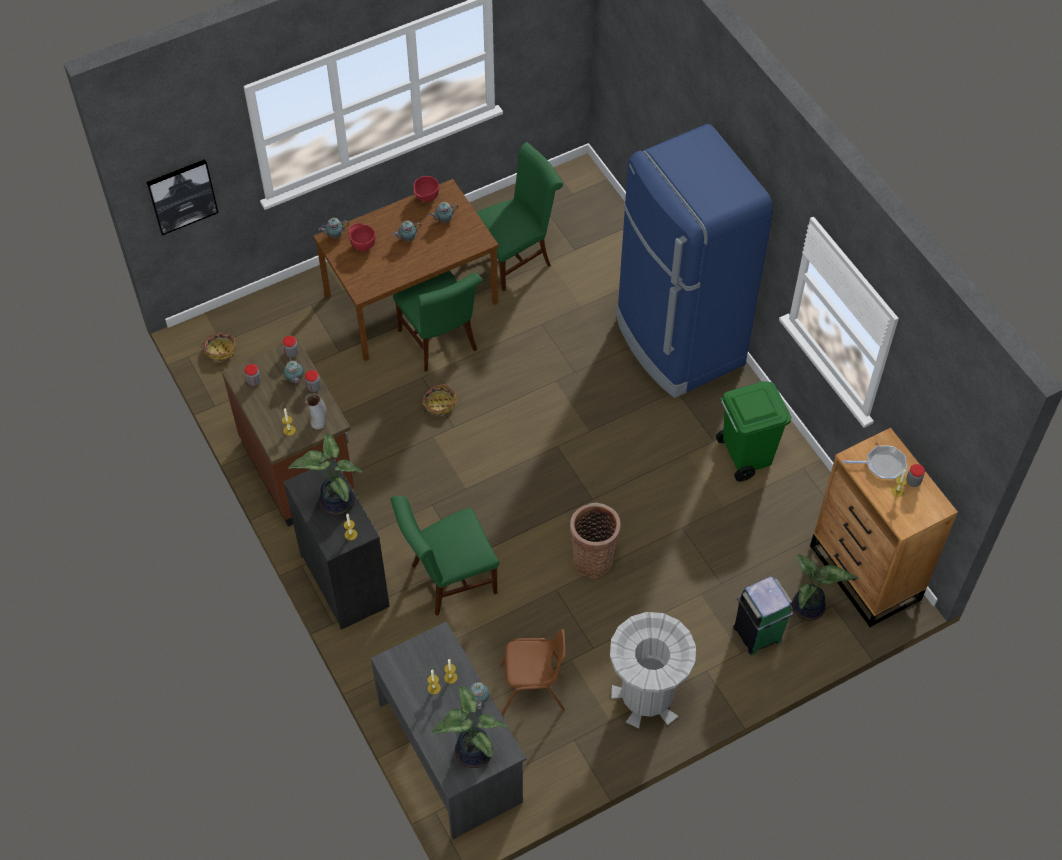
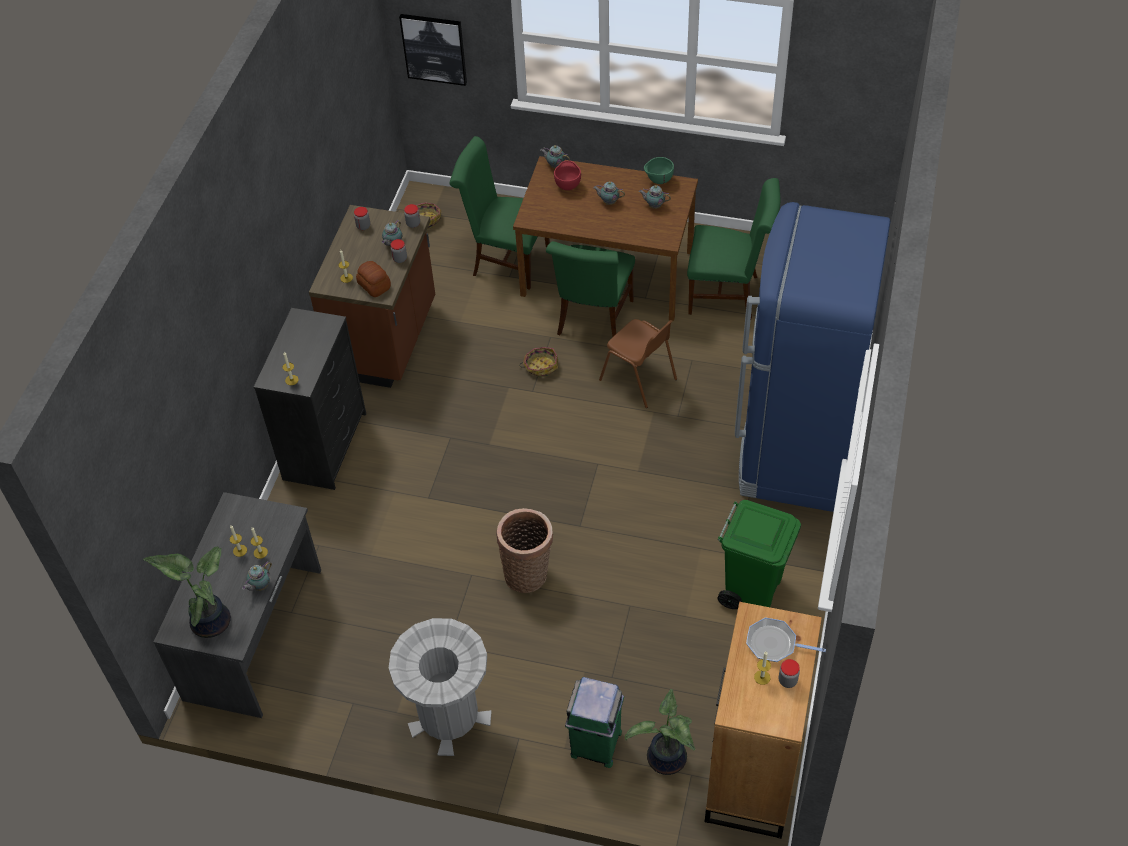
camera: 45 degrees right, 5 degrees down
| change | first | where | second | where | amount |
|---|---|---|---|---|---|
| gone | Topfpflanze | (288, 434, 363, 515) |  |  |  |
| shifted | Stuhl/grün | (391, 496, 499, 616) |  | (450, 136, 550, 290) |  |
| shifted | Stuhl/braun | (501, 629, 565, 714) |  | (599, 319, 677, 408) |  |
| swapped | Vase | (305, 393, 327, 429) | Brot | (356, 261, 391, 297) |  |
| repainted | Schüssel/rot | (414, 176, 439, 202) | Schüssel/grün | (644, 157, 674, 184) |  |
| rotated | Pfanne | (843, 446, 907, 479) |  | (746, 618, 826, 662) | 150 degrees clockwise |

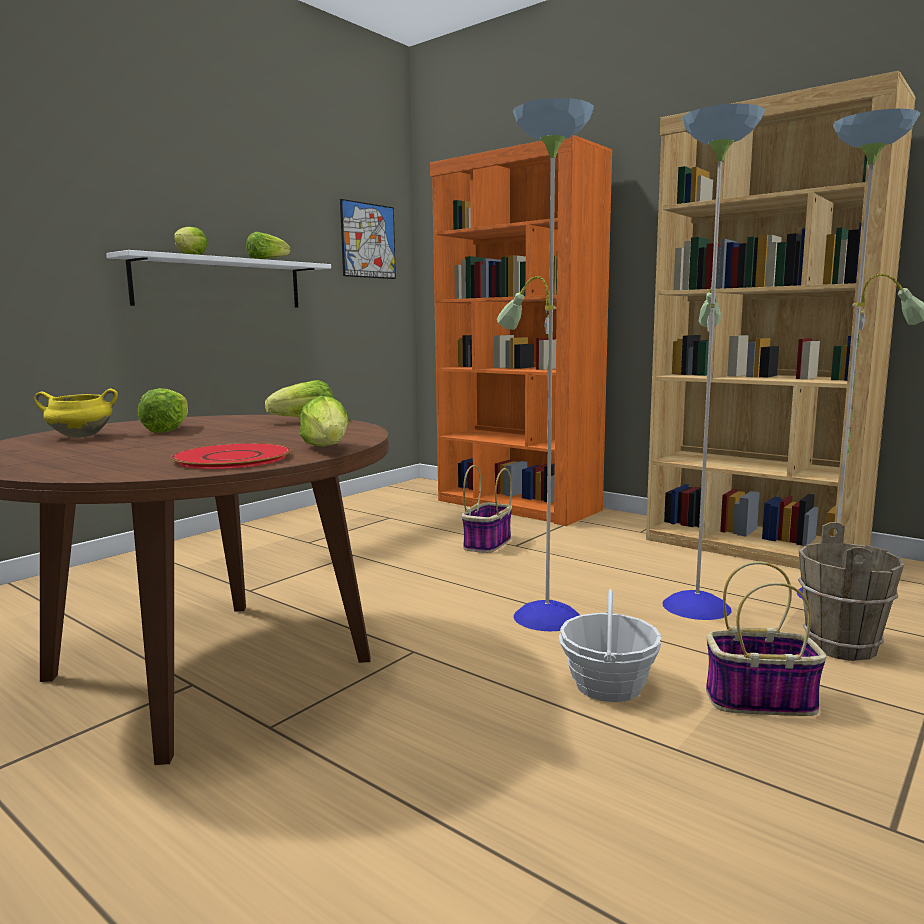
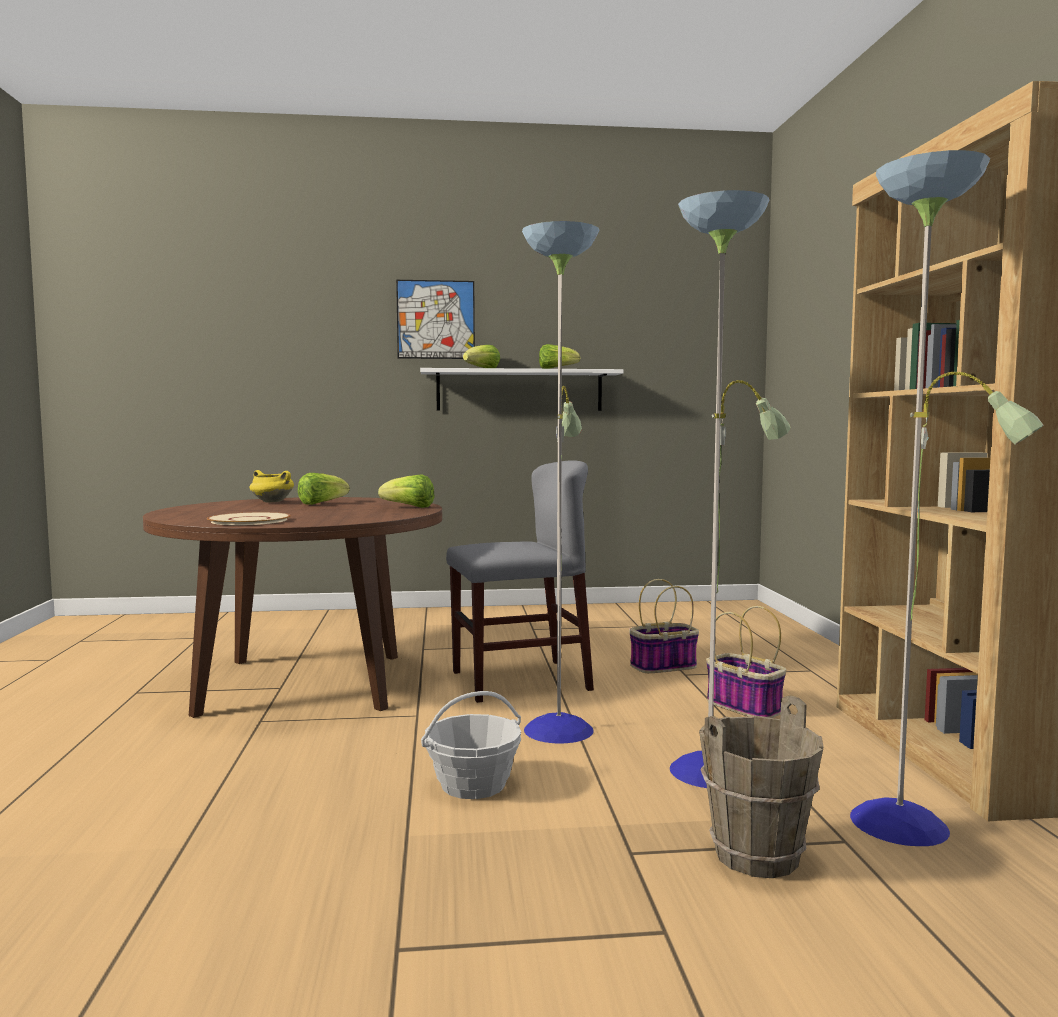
camera: 45 degrees right, 5 degrees down
| change | first | where | second | where | amount |
|---|---|---|---|---|---|
| gone | Salatkopf | (300, 396, 349, 447) |  |  |  |
| gone | Bücherregal/orange | (430, 135, 612, 526) |  |  |  |
| new |  |  | Stuhl/grau | (446, 460, 594, 703) |  |
| shifted | Bild | (340, 199, 396, 279) |  | (396, 280, 475, 359) |  |
| shifted | Korb | (706, 562, 827, 716) |  | (706, 606, 786, 718) |  |
| repainted | Teller/rot | (171, 443, 291, 469) | Teller/beige | (207, 512, 291, 525) |  |

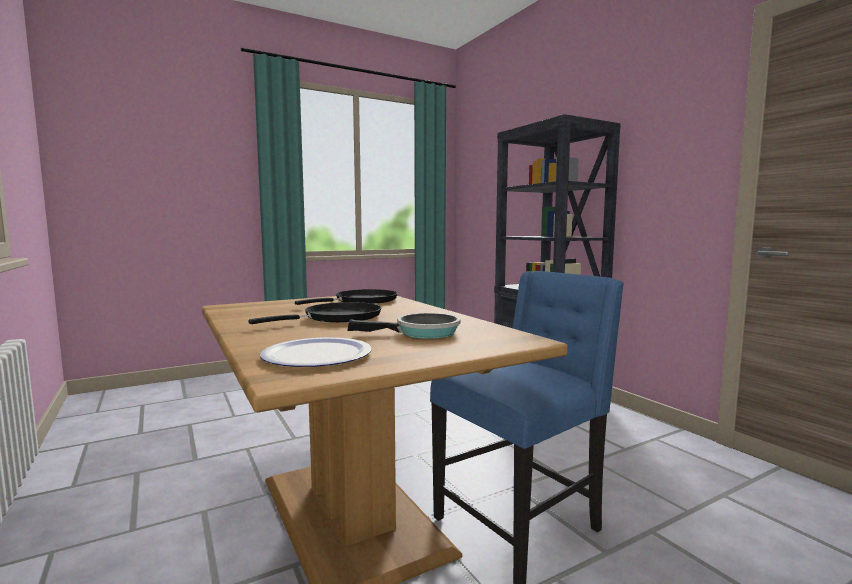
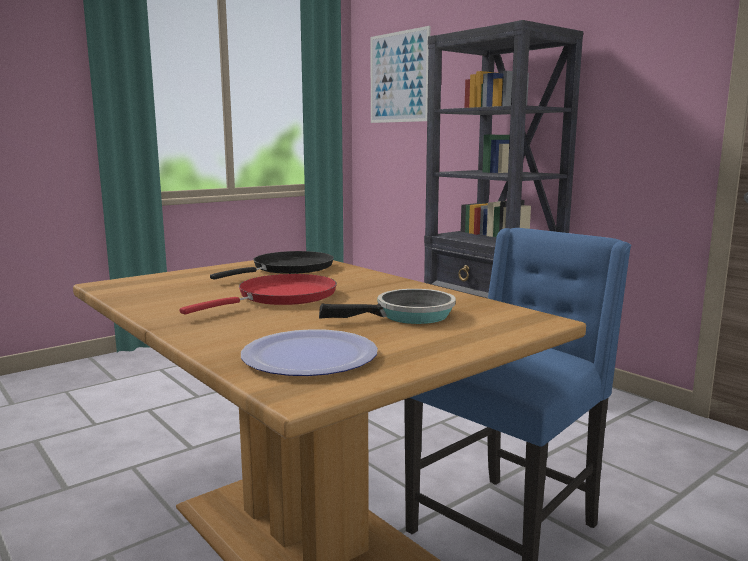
camera: 10 degrees left, 5 degrees up
| change | first | where | second | where | amount |
|---|---|---|---|---|---|
| new |  |  | Bild | (371, 26, 430, 123) |  |
| repainted | Pfanne/schwarz | (248, 302, 381, 324) | Pfanne/rot | (180, 274, 337, 314) |  |

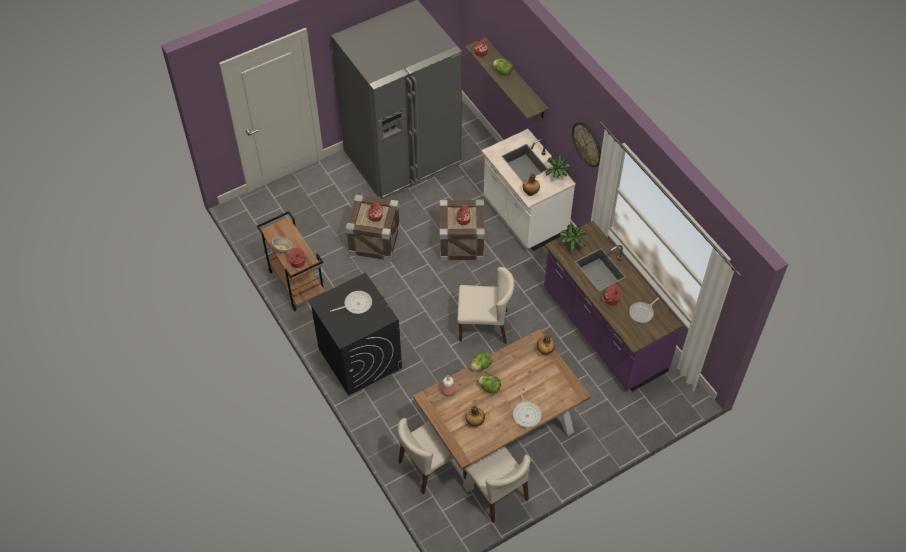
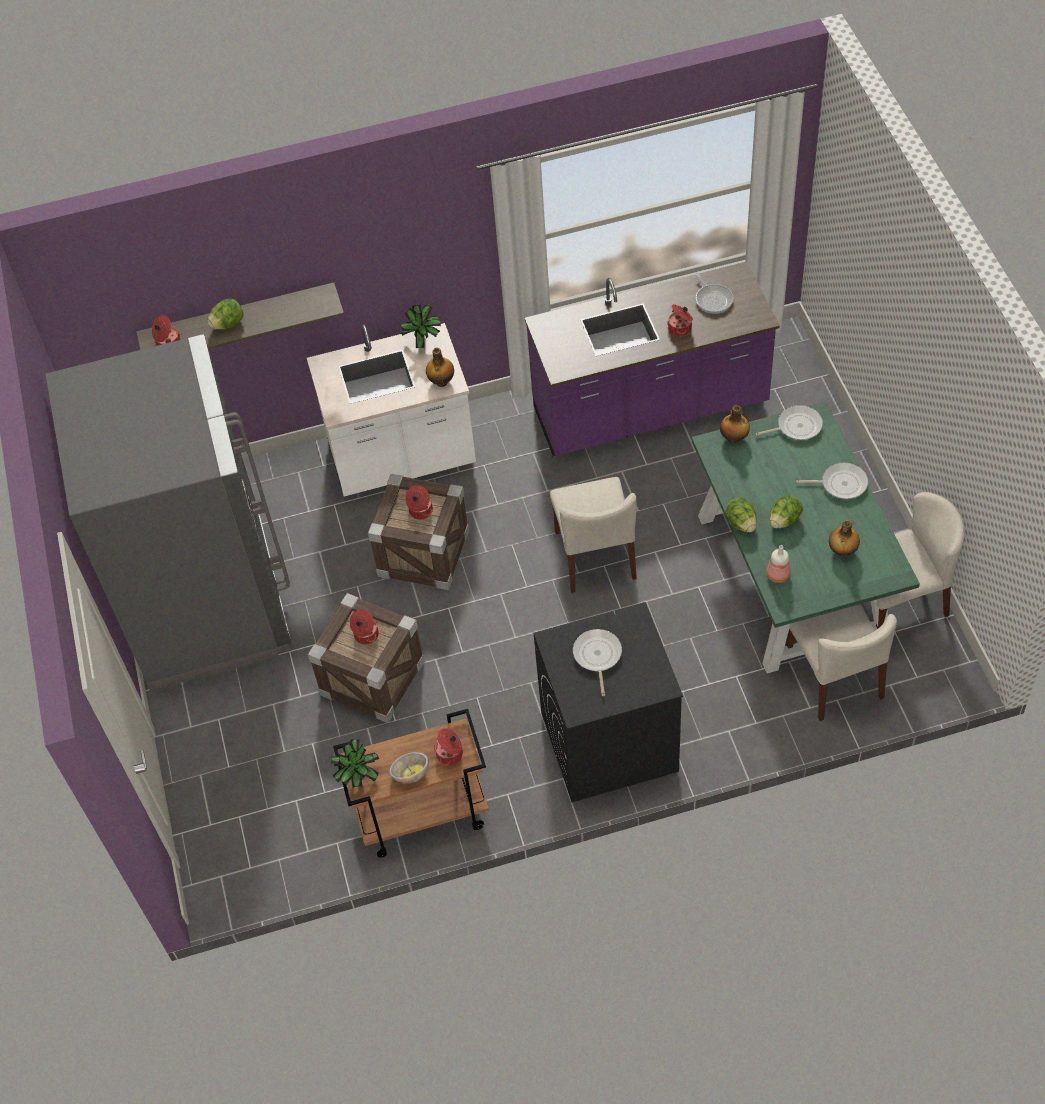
camera: 70 degrees left, 0 degrees up
| change | first | where | second | where | amount |
|---|---|---|---|---|---|
| gone | Wanduhr | (572, 122, 601, 167) |  |  |  |
| new |  |  | Pfanne | (755, 405, 823, 440) |  |
| shifted | Topfpflanze | (560, 224, 587, 251) |  | (330, 739, 379, 788) |  |
| repainted | Esstisch/braun | (413, 329, 591, 493) | Esstisch/grün | (691, 402, 920, 673) |  |
| rotated | Stuhl/beige | (457, 267, 514, 344) |  | (550, 477, 637, 593) | 150 degrees clockwise |

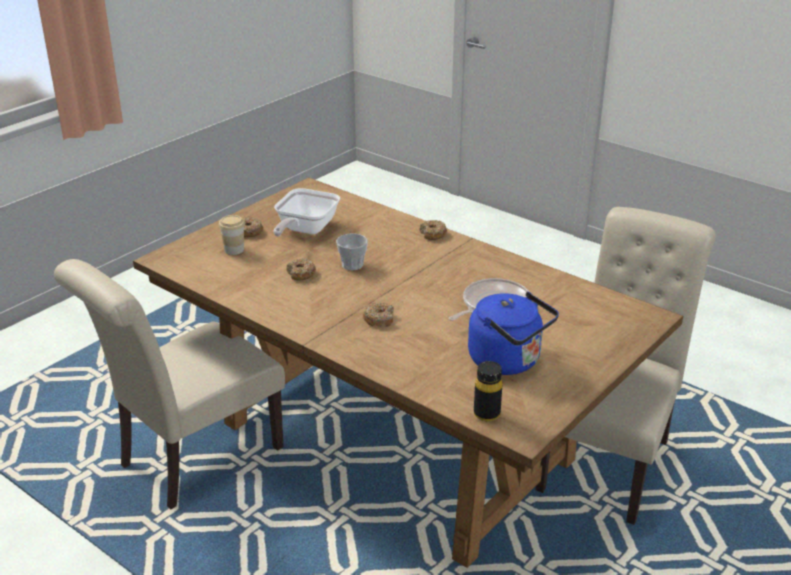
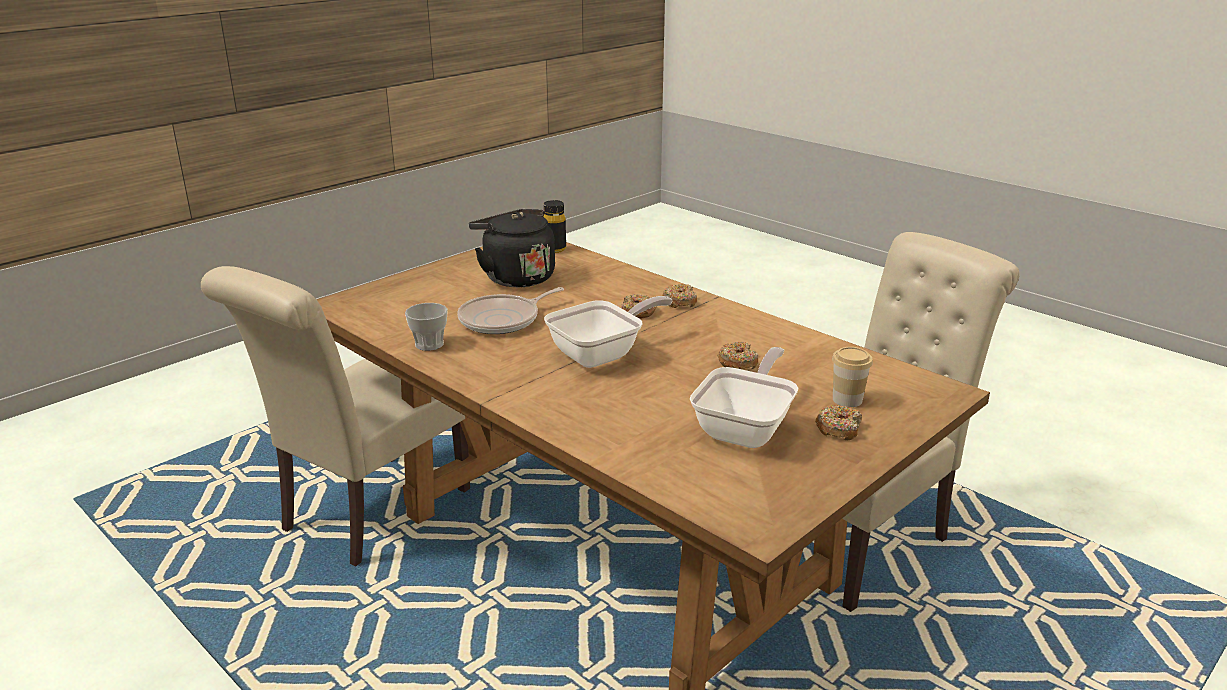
camera: 175 degrees left, 5 degrees down
| change | first | where | second | where | amount |
|---|---|---|---|---|---|
| new |  |  | Pfanne | (544, 296, 673, 368) |  |
| shifted | Tasse | (336, 233, 368, 271) |  | (405, 303, 448, 351) |  |
| shifted | Donut | (420, 220, 447, 240) |  | (662, 284, 697, 308) |  |
| repainted | Wasserkessel/blau | (468, 292, 559, 375) | Wasserkessel/schwarz | (469, 209, 555, 287) |  |

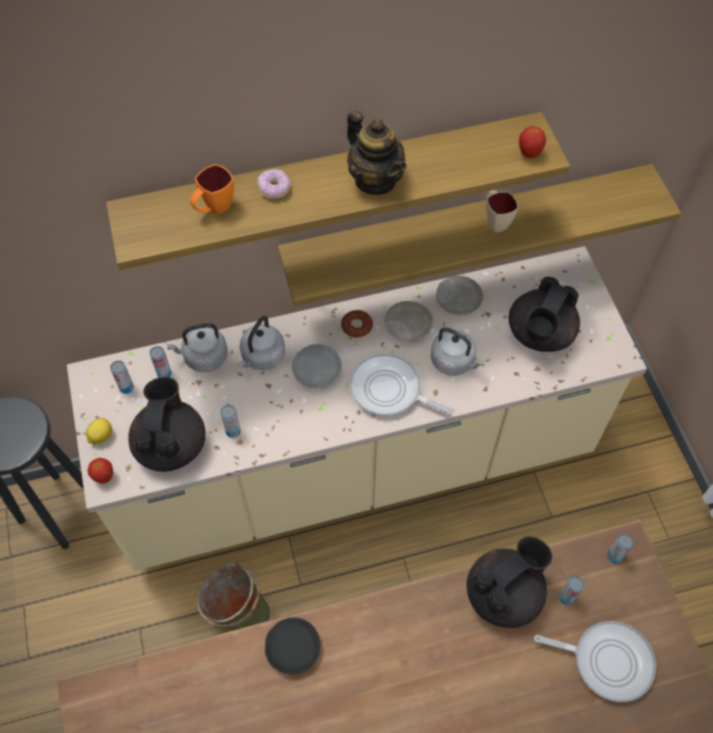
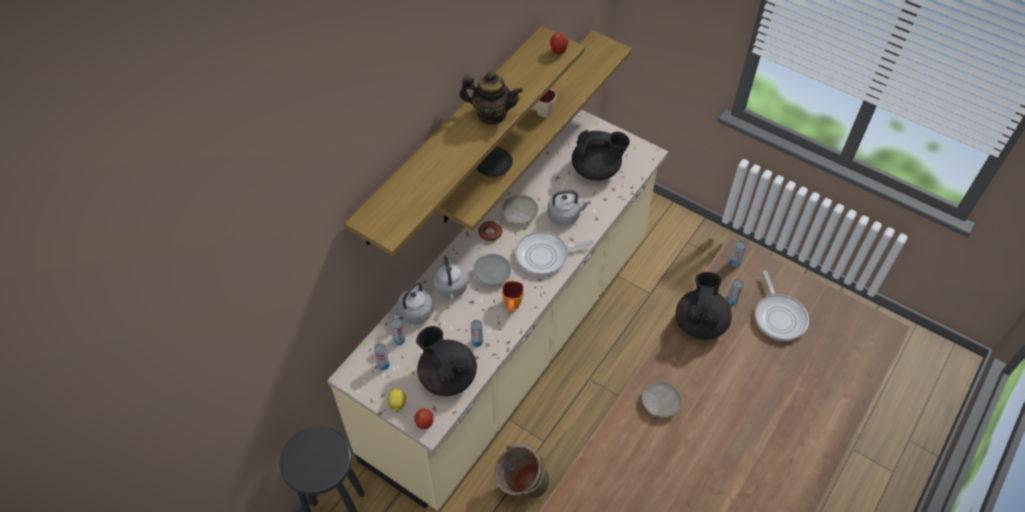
camera: 40 degrees left, 5 degrees down
| change | first | where | second | where | amount |
|---|---|---|---|---|---|
| gone | Donut | (257, 169, 290, 199) |  |  |  |
| shifted | Henkelbecher/orange | (190, 164, 234, 214) |  | (502, 281, 524, 313) |  |
| shifted | Teller/schwarz | (265, 618, 321, 675) |  | (476, 147, 513, 177) |  |
| shifted | Teller/beige | (436, 276, 483, 315) |  | (642, 381, 683, 418) |  |
| rotated | Teekanne/schwarz | (509, 277, 580, 352) |  | (572, 130, 630, 181) | 75 degrees counterclockwise |
| rotated | Pfanne | (534, 621, 656, 702) |  | (755, 270, 809, 341) | 105 degrees clockwise |

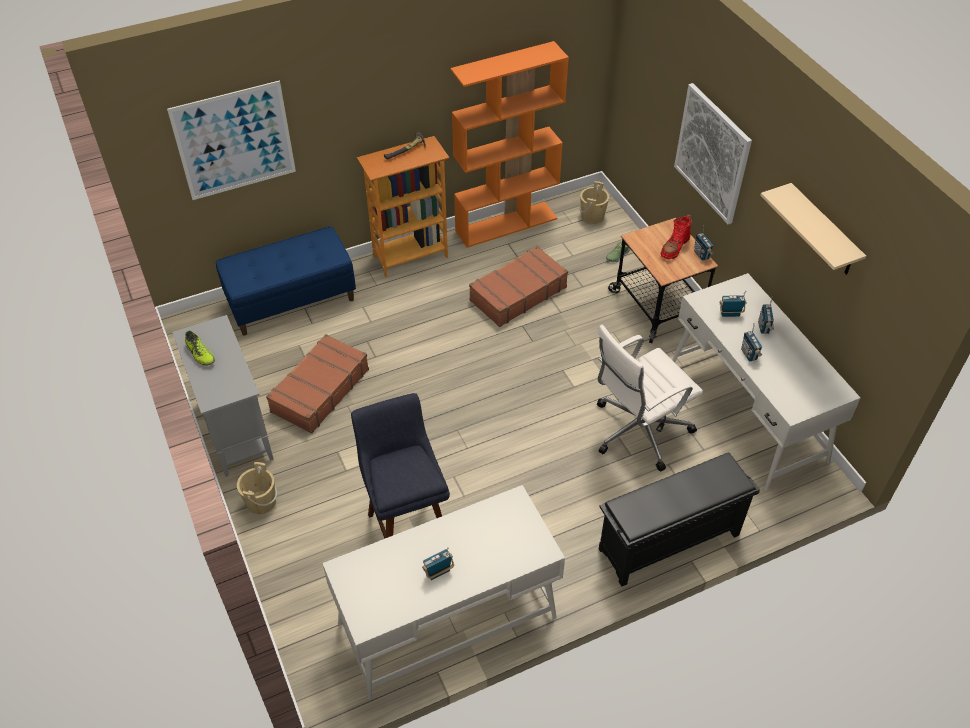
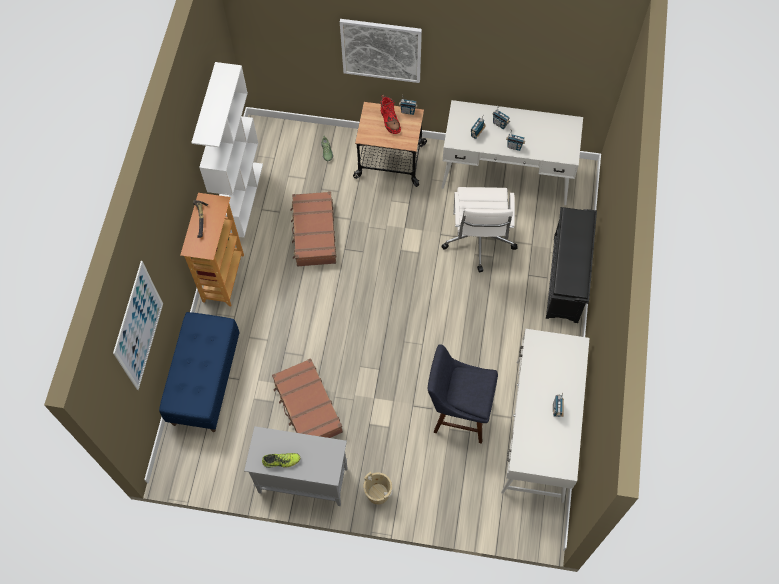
camera: 55 degrees left, 15 degrees up
| change | first | where | second | where | amount |
|---|---|---|---|---|---|
| gone | Eimer/beige | (579, 181, 609, 224) |  |  |  |
| gone | Wandregal/beige | (760, 183, 866, 275) |  |  |  |
| repainted | Bücherregal/orange | (451, 41, 569, 248) | Bücherregal/weiß | (191, 62, 263, 237) |  |

